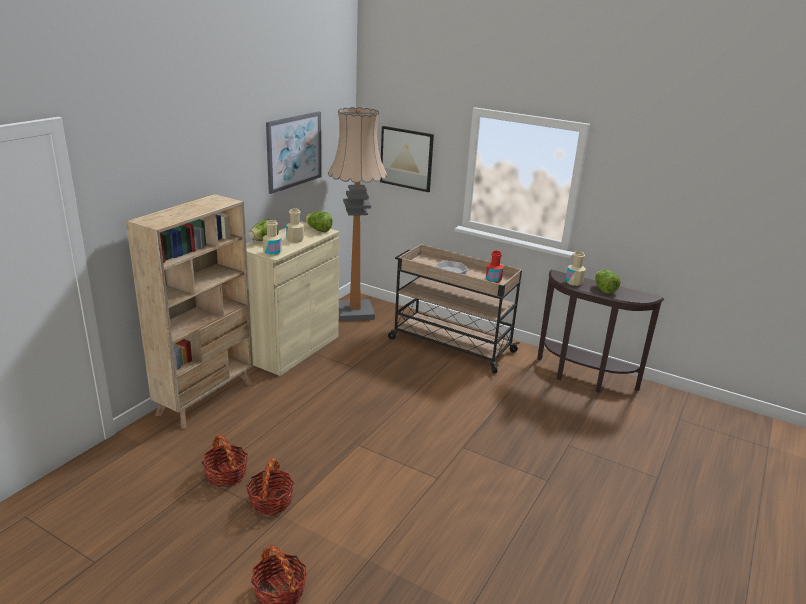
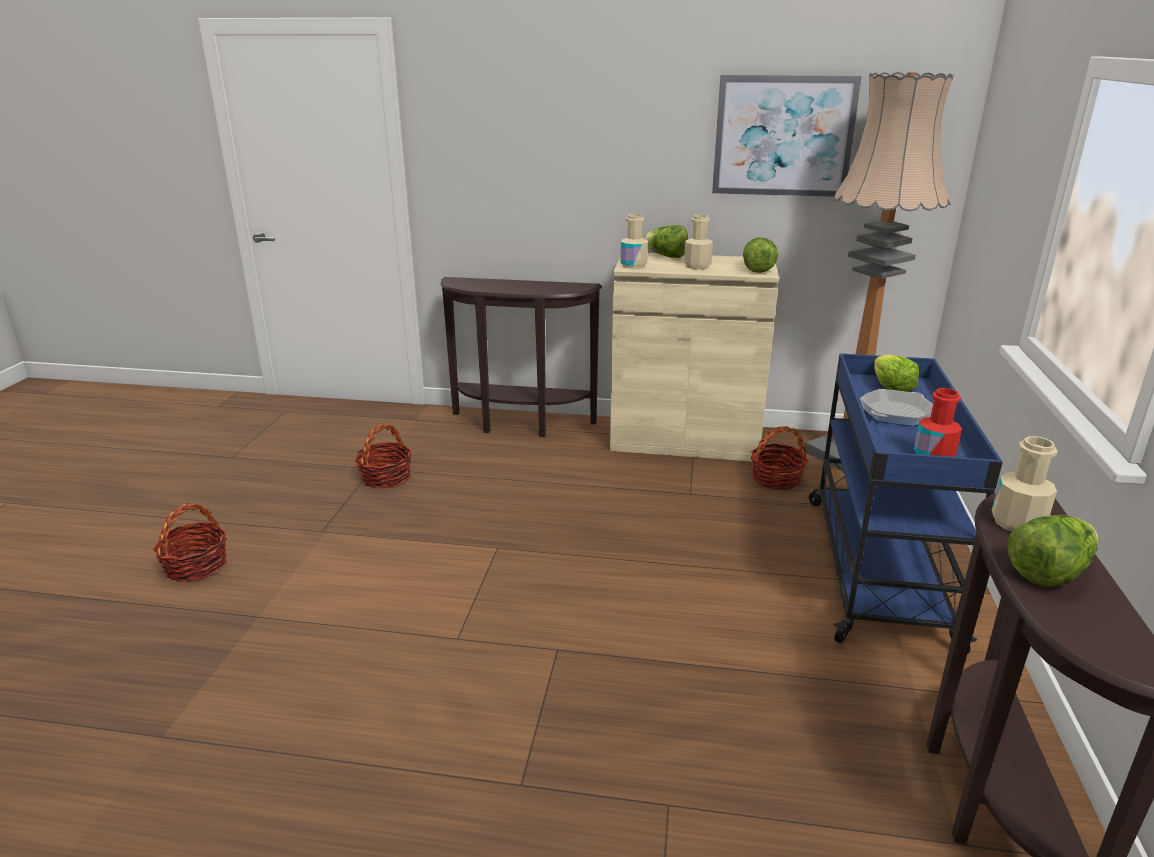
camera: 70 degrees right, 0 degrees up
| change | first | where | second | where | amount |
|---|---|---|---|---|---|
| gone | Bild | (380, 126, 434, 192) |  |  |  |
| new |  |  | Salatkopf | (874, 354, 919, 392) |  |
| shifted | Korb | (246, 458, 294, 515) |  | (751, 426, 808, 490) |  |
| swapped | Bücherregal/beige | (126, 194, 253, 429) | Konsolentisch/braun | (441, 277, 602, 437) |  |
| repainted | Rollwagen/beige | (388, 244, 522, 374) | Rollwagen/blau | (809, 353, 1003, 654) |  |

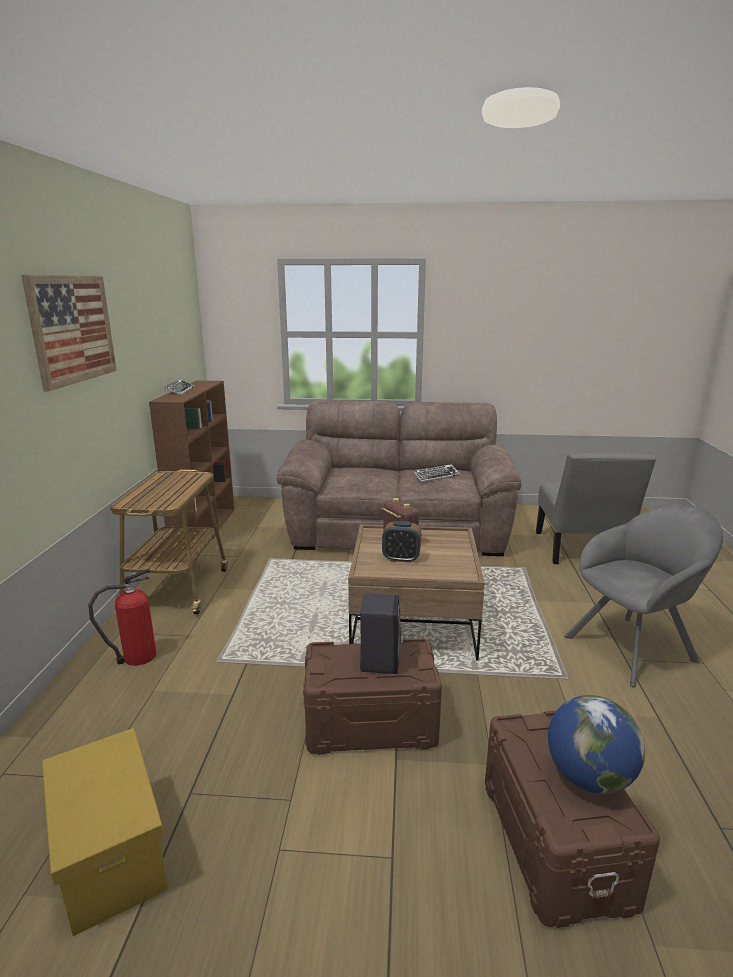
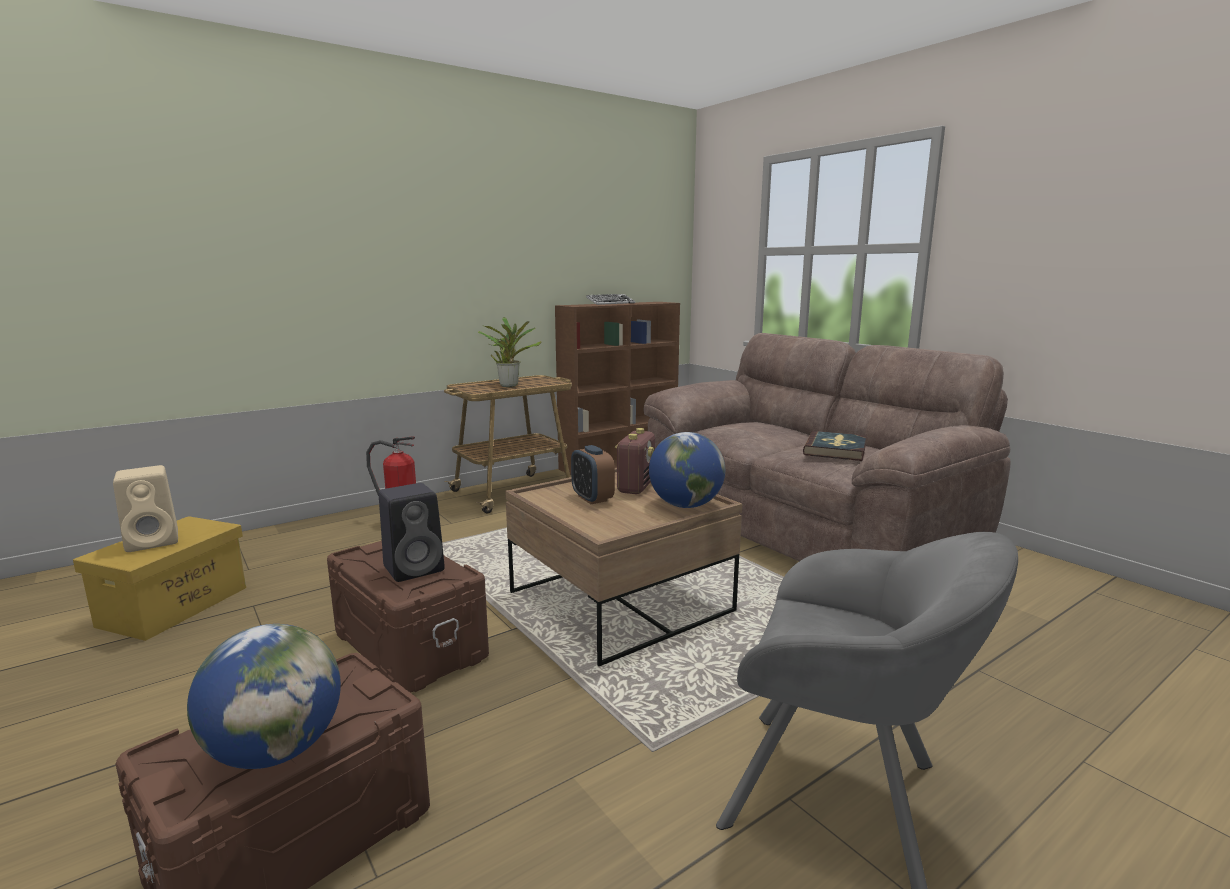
camera: 50 degrees right, 5 degrees down
| change | first | where | second | where | amount |
|---|---|---|---|---|---|
| gone | Bild | (21, 275, 117, 392) |  |  |  |
| gone | Stuhl/grau | (536, 453, 656, 564) |  |  |  |
| new |  |  | Lautsprecher/beige | (113, 465, 178, 552) |  |
| new |  |  | Topfpflanze | (478, 317, 542, 387) |  |
| new |  |  | Globus | (649, 432, 725, 508) |  |
| swapped | Tastatur | (413, 464, 460, 482) | Buch | (803, 431, 867, 461) |  |

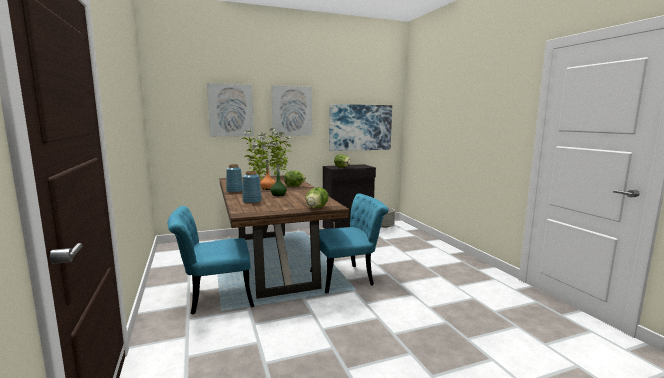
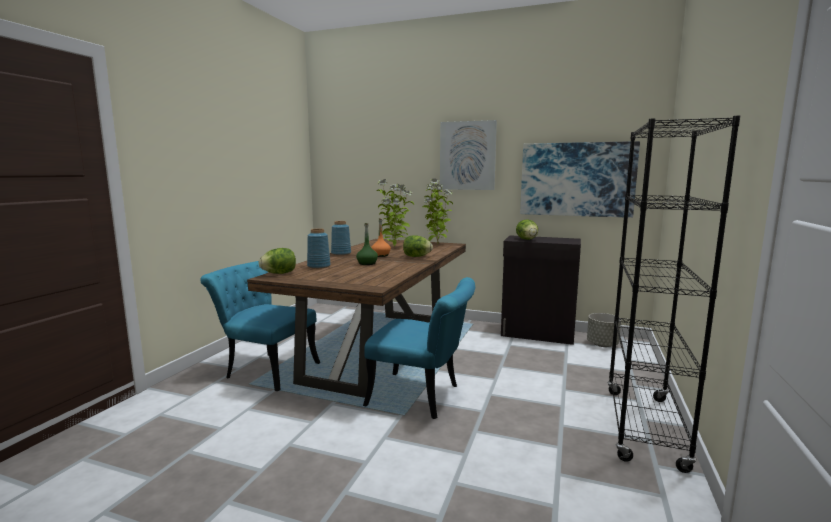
camera: 40 degrees right, 0 degrees up
| change | first | where | second | where | amount |
|---|---|---|---|---|---|
| gone | Bild | (207, 83, 254, 137) |  |  |  |
| new |  |  | Bücherregal/schwarz | (607, 116, 740, 473) |  |
| shifted | Salatkopf | (306, 187, 329, 209) |  | (259, 248, 296, 274) |  |

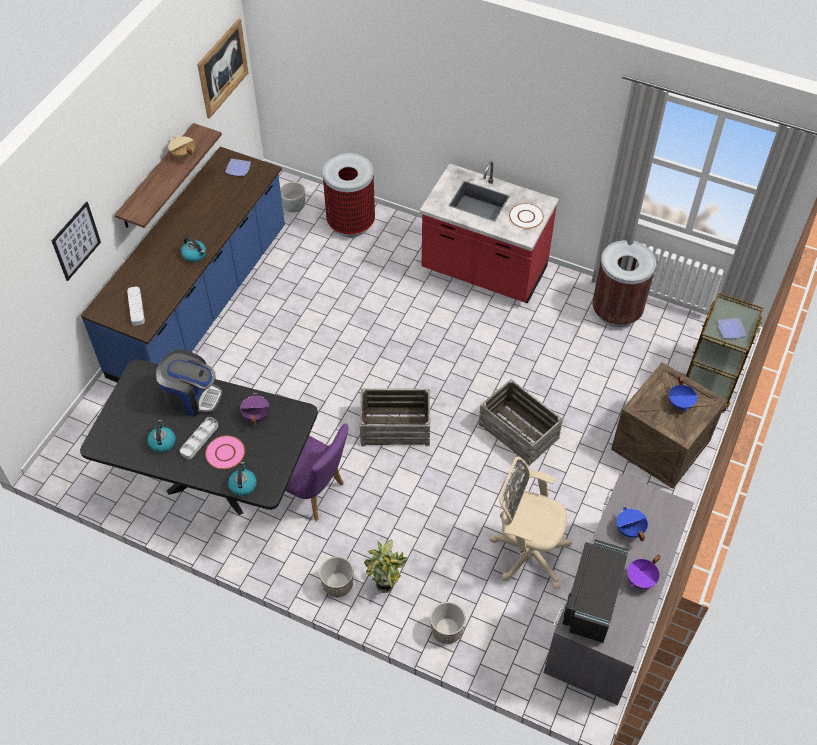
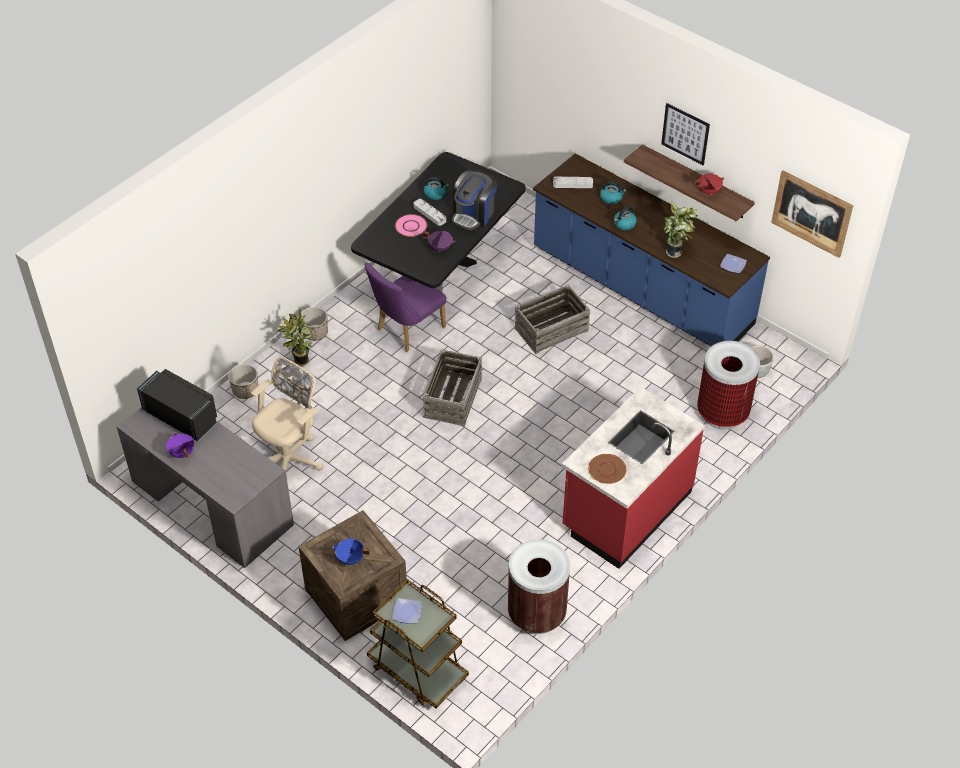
camera: 105 degrees right, 5 degrees down
| change | first | where | second | where | amount |
|---|---|---|---|---|---|
| gone | Kochtopf/blau | (617, 506, 648, 542) |  |  |  |
| new |  |  | Topfpflanze | (664, 202, 698, 258) |  |
| shifted | Bild | (52, 201, 101, 281) |  | (661, 103, 710, 165) |  |
| shifted | Wasserkessel | (228, 462, 257, 496) |  | (600, 181, 626, 204) |  |
| shifted | Kiste | (478, 379, 563, 466) |  | (514, 285, 590, 354) |  |
| repainted | Kochtopf/beige | (169, 136, 195, 159) | Kochtopf/rot | (694, 173, 724, 195) |  |
| repainted | Teller/weiß | (509, 203, 544, 229) | Teller/braun | (588, 454, 626, 484) |  |

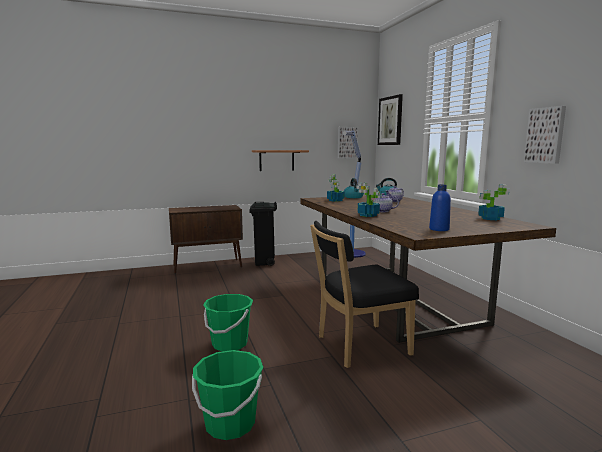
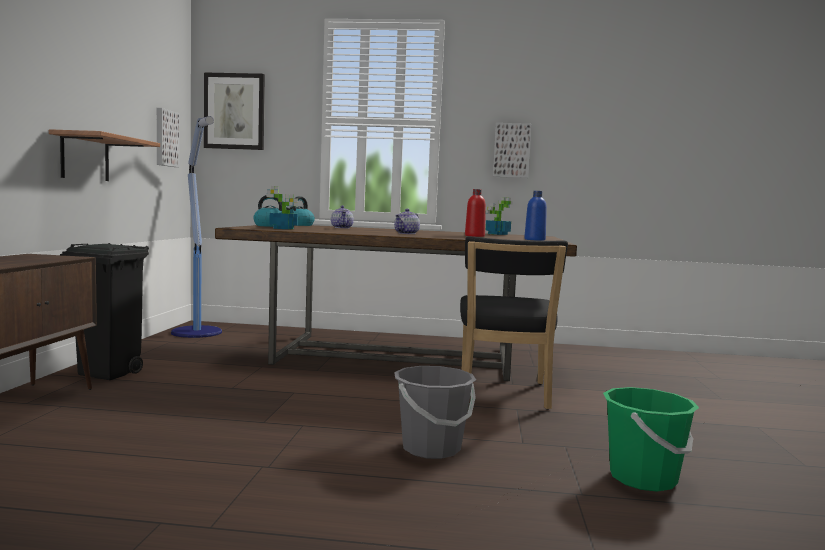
camera: 65 degrees left, 5 degrees down
| change | first | where | second | where | amount |
|---|---|---|---|---|---|
| gone | Topfpflanze | (357, 183, 382, 217) |  |  |  |
| new |  |  | Flasche/rot | (465, 189, 486, 237) |  |
| repainted | Eimer/grün | (203, 294, 253, 351) | Eimer/grau | (394, 366, 476, 459) |  |

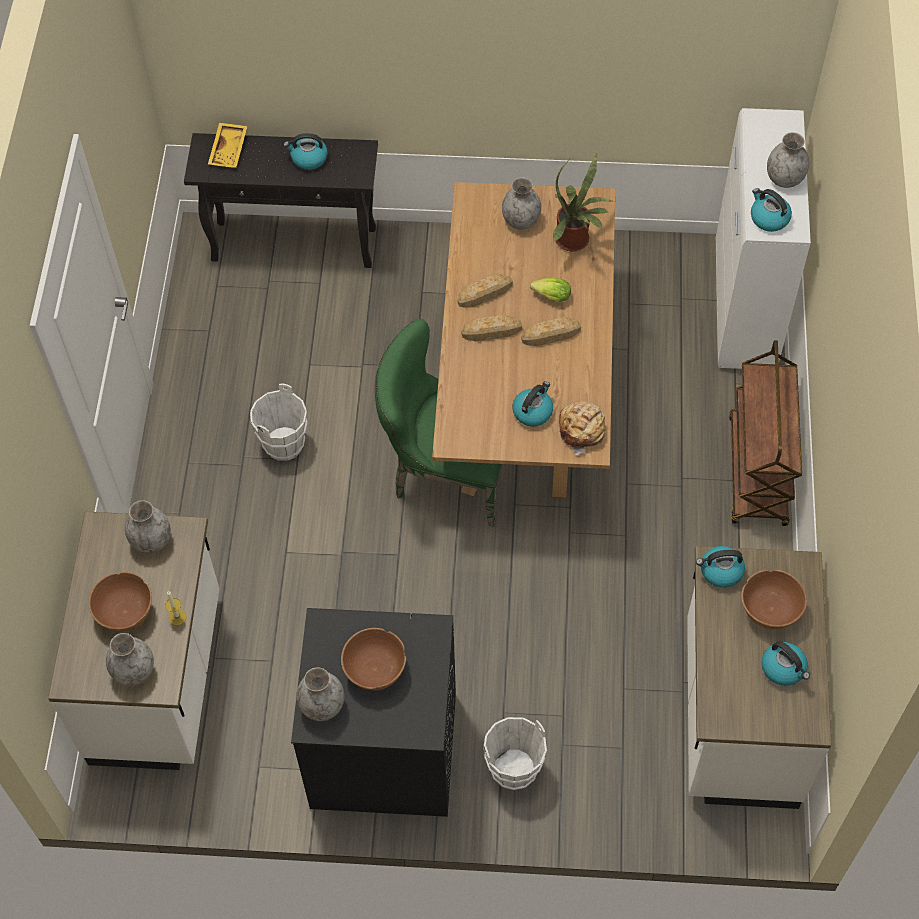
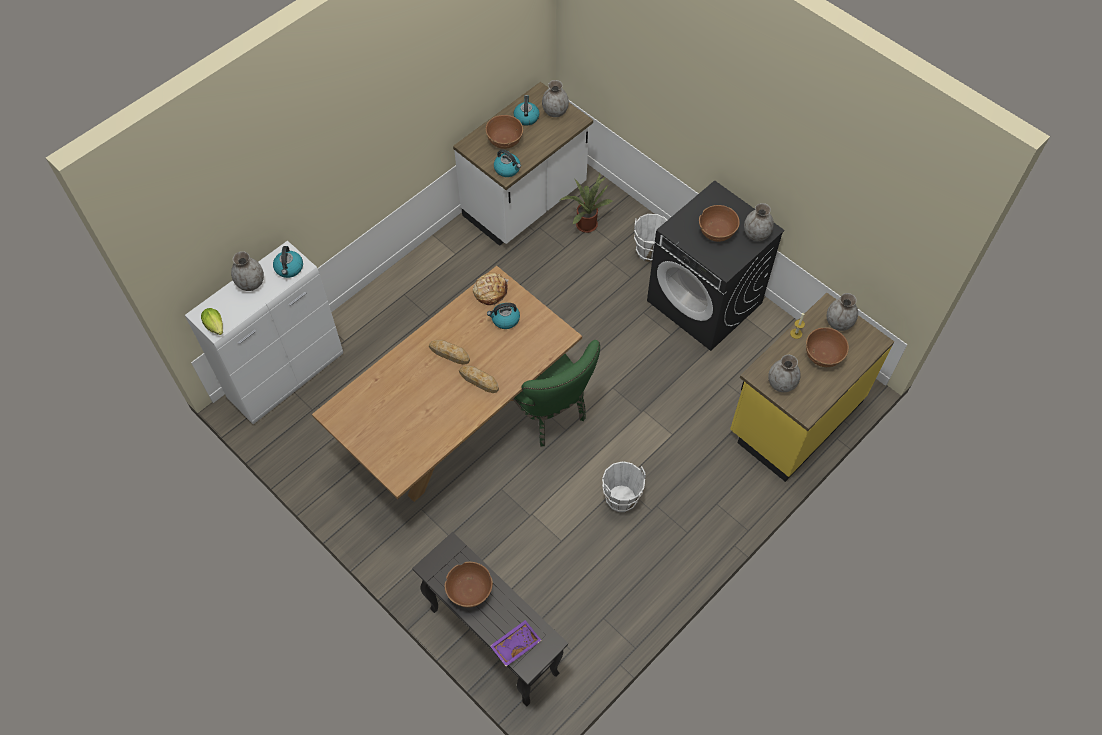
camera: 140 degrees left, 0 degrees up
| change | first | where | second | where | amount |
|---|---|---|---|---|---|
| gone | Brot | (457, 274, 513, 308) |  |  |  |
| gone | Rollwagen/braun | (729, 340, 802, 526) |  |  |  |
| shifted | Vase/grau | (502, 178, 541, 230) |  | (542, 80, 569, 117) |  |
| shifted | Salatkopf | (530, 278, 571, 302) |  | (201, 308, 223, 335) |  |
| shifted | Topfpflanze | (553, 153, 614, 252) |  | (560, 174, 613, 233) |  |
| swapped | Wasserkessel | (284, 133, 328, 170) | Schüssel/braun | (445, 562, 493, 608) |  |
| repainted | Küchenzeile/weiß | (48, 512, 219, 770) | Küchenzeile/gelb | (730, 293, 894, 482) |  |
| repainted | Tablett/gelb | (208, 123, 247, 168) | Tablett/lila | (490, 620, 542, 666) |  |

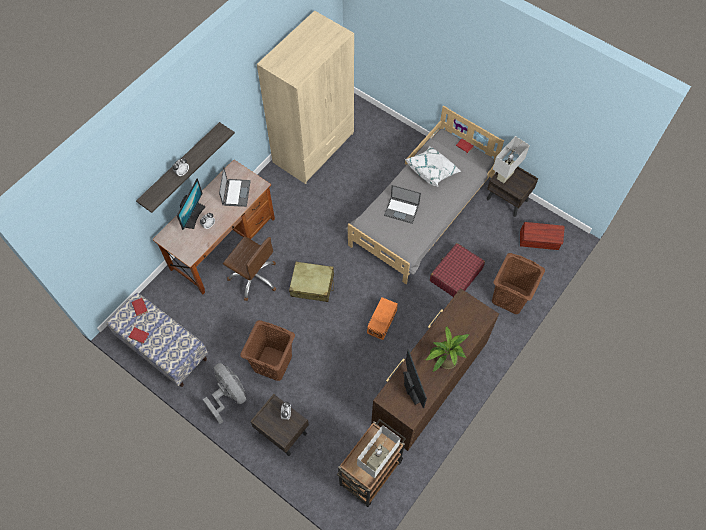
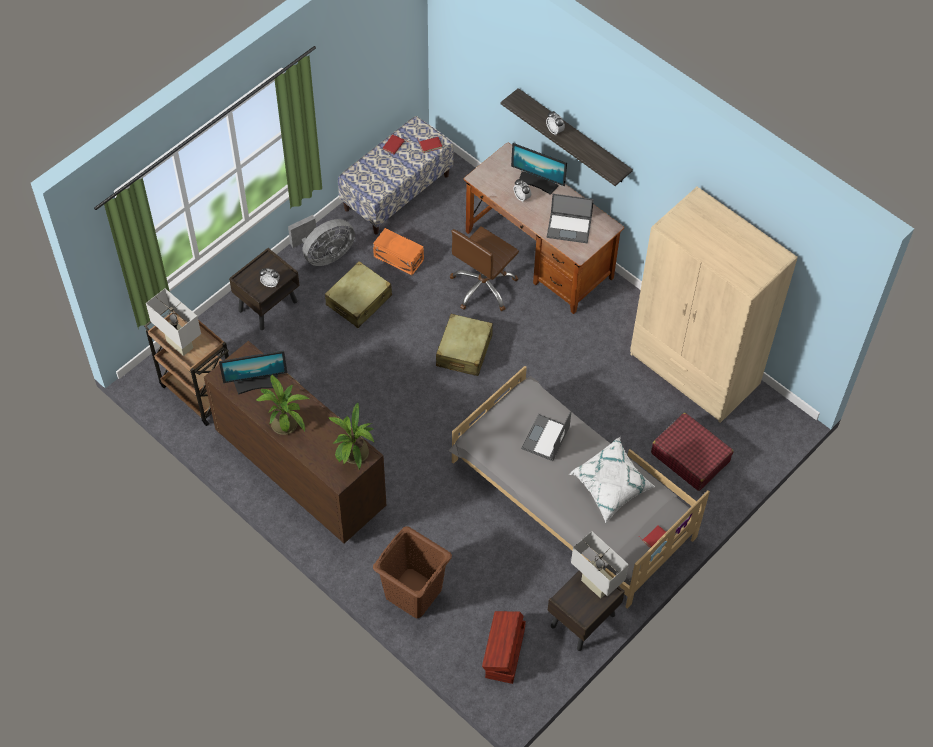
camera: 95 degrees right, 5 degrees down
| change | first | where | second | where | amount |
|---|---|---|---|---|---|
| new |  |  | Topfpflanze | (329, 402, 374, 469) |  |
| shifted | Aufbewahrungsbox/orange | (367, 297, 398, 340) |  | (373, 228, 424, 275) |  |
| shifted | Koffer/rot | (430, 243, 485, 297) |  | (651, 413, 733, 491) |  |
| swapped | Wäschekorb/braun | (240, 320, 295, 381) | Koffer/beige | (325, 261, 392, 328) |  |

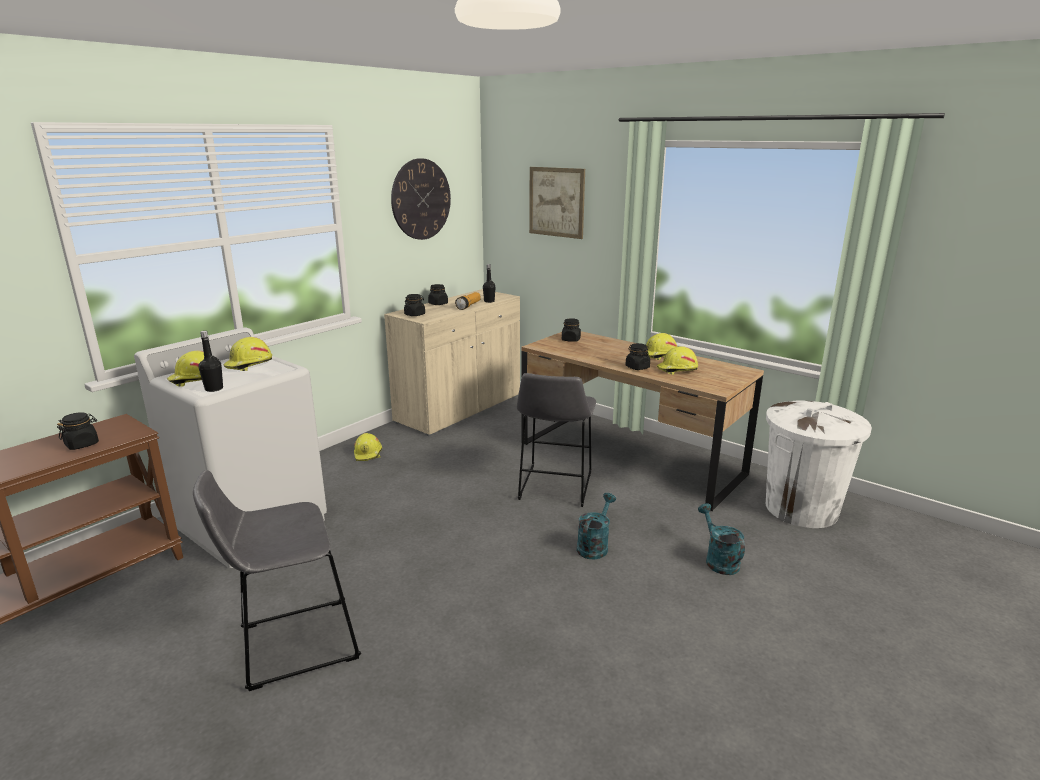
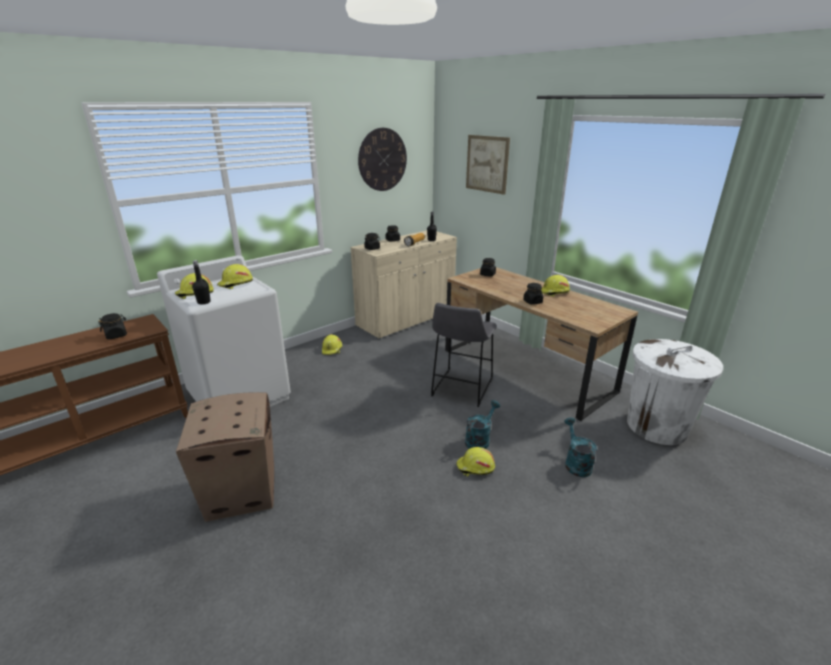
camera: 10 degrees right, 5 degrees up
| change | first | where | second | where | amount |
|---|---|---|---|---|---|
| shifted | Schutzhelm/gelb | (657, 346, 698, 375) |  | (456, 447, 495, 476) |  |
| swapped | Hocker/grau | (193, 470, 361, 691) | Karton | (176, 392, 274, 522) |  |

